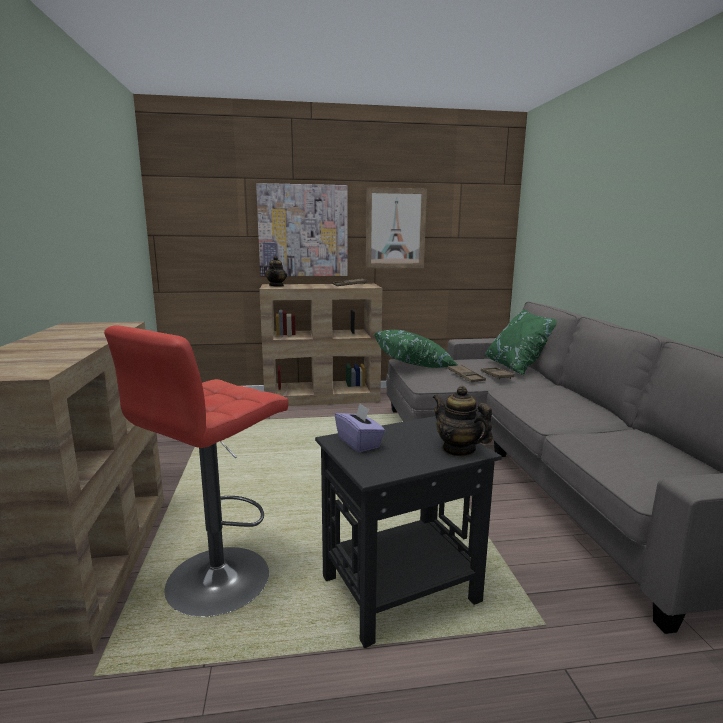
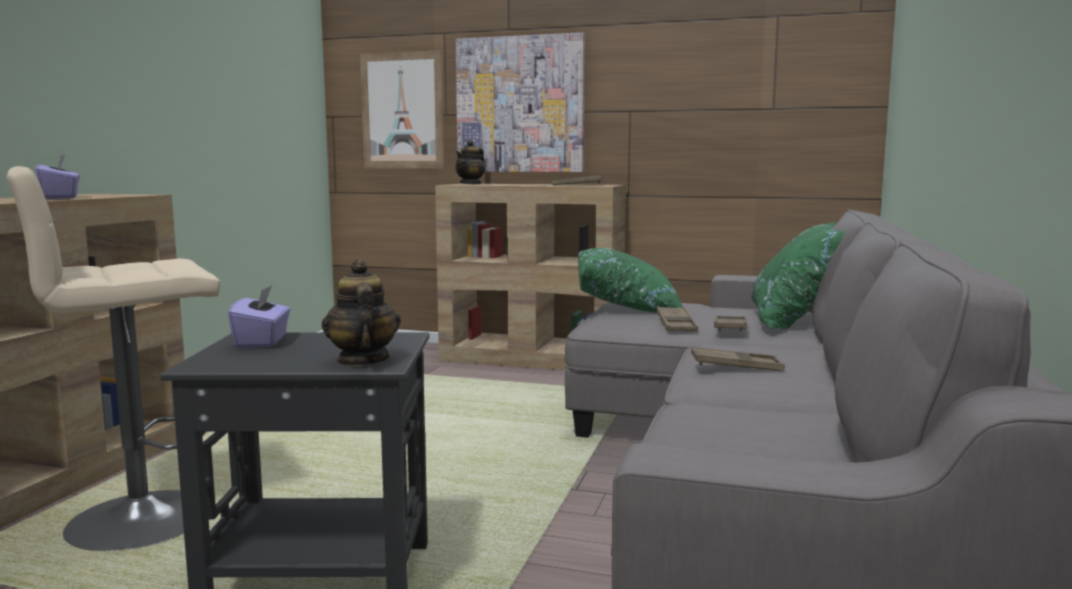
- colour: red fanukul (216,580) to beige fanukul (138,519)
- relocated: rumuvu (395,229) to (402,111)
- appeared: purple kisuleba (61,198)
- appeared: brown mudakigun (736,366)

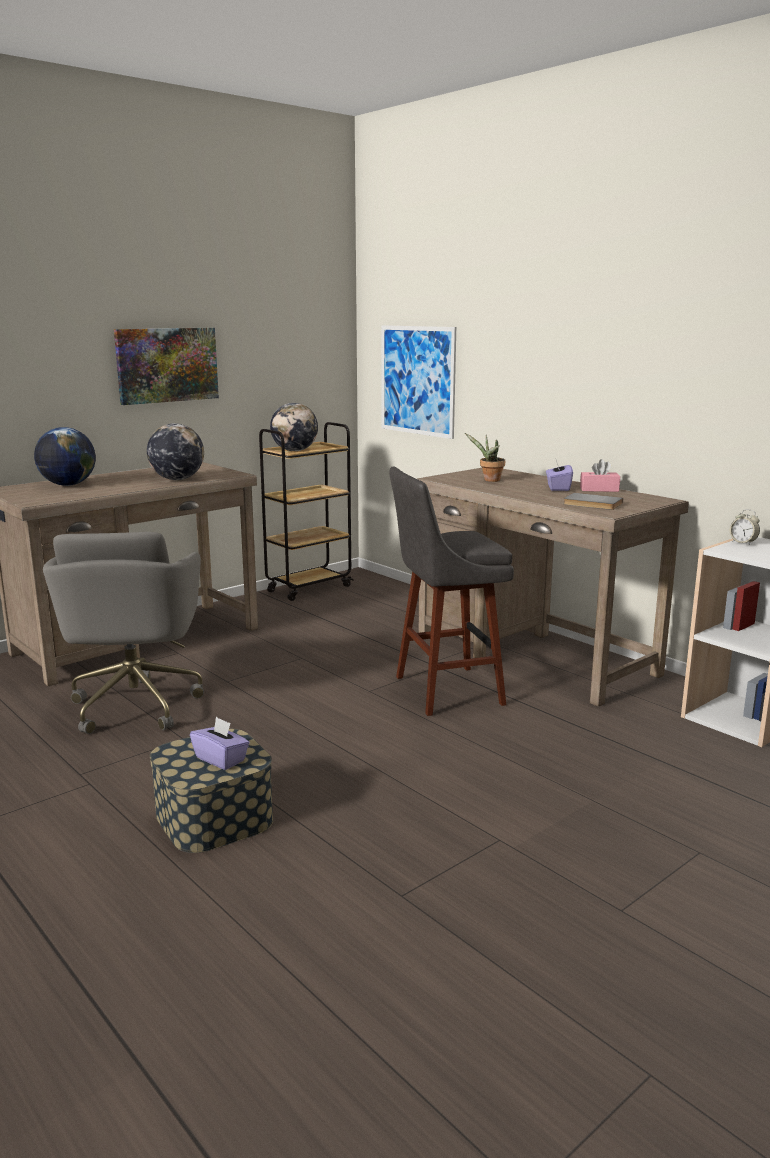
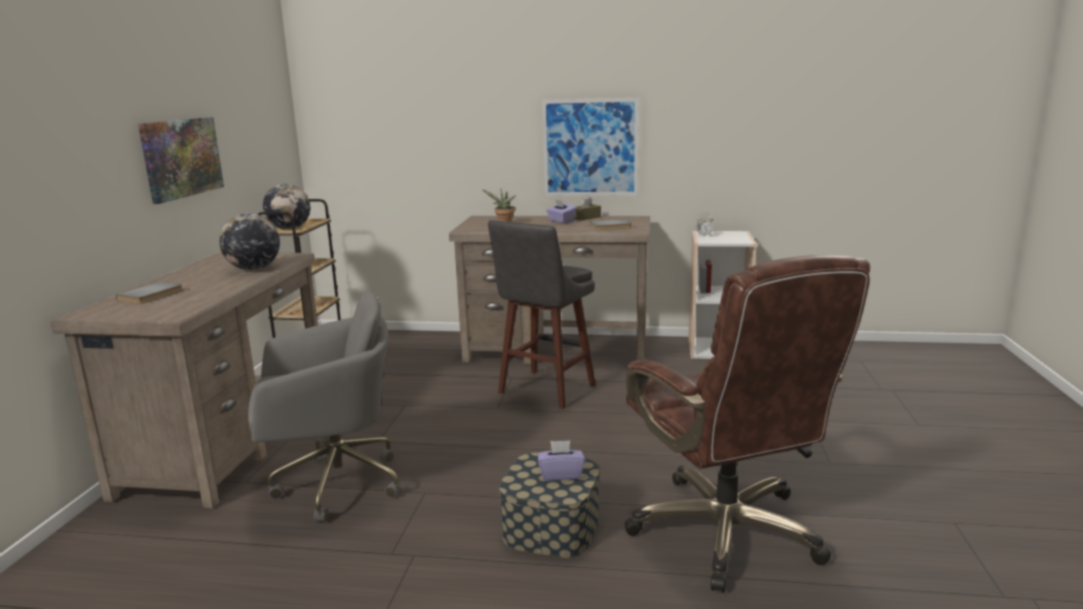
- exchanged: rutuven (68,485) to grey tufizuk (152,295)
- spun: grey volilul (136,704) = (333,487) 60 degrees counterclockwise
- relocated: rumuvu (417,380) to (590,148)
- colour: pink kisuleba (599,489) to brown kisuleba (586,218)
- appeared: brown volilul (725,530)

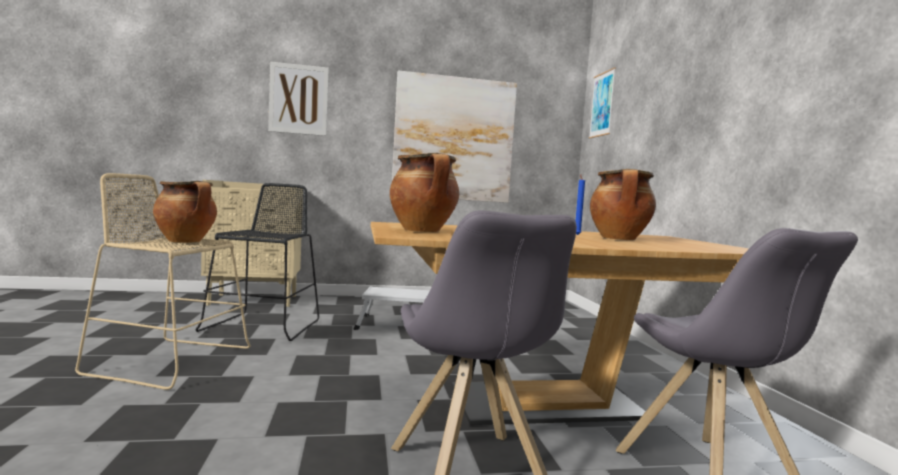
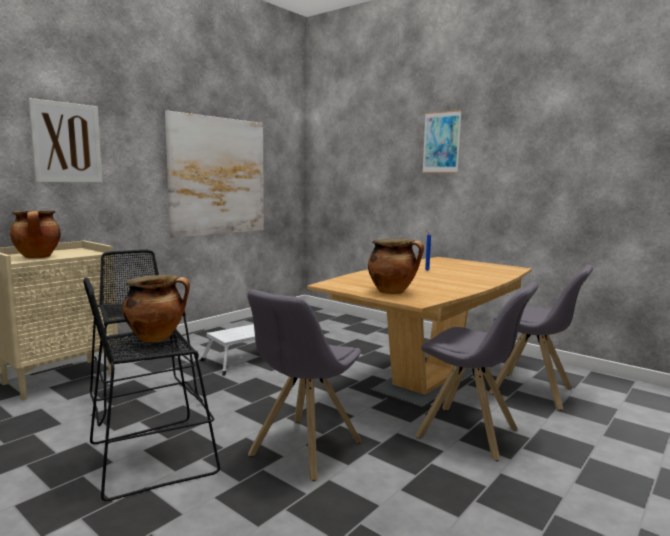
- colour: beige fanukul (172,361) to black fanukul (154,456)
- relocated: rumuvu (602,104) to (441,142)
- relocated: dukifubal (619,239) to (38,257)
- appeared: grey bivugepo (304,448)

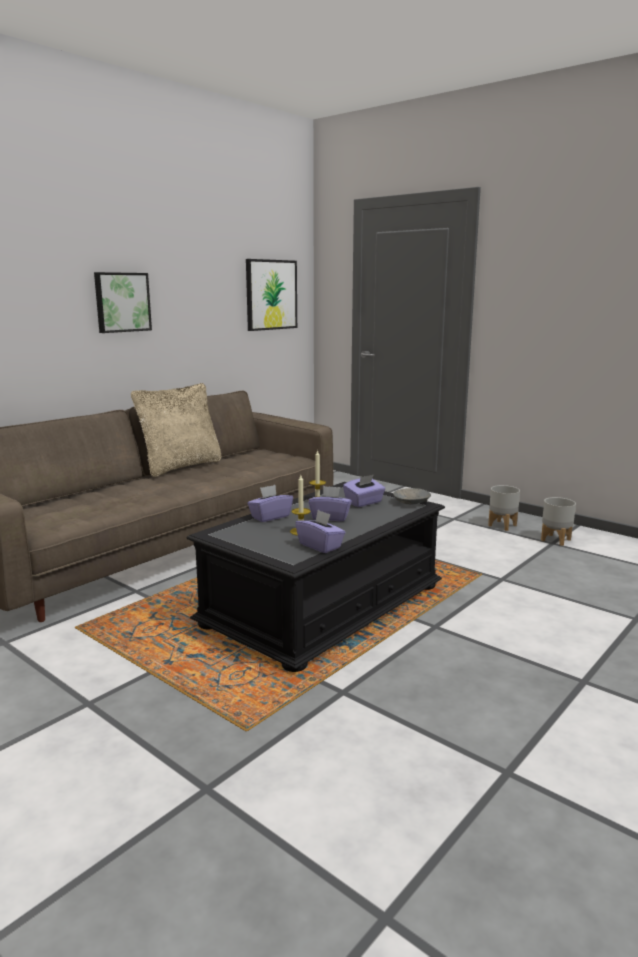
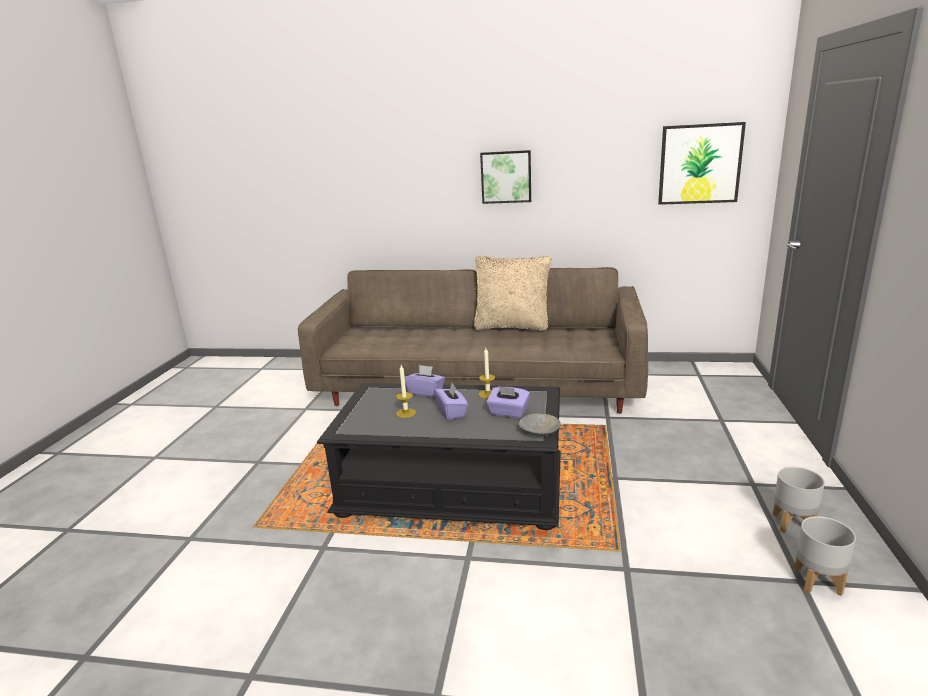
- missing: purple kisuleba (320,546)

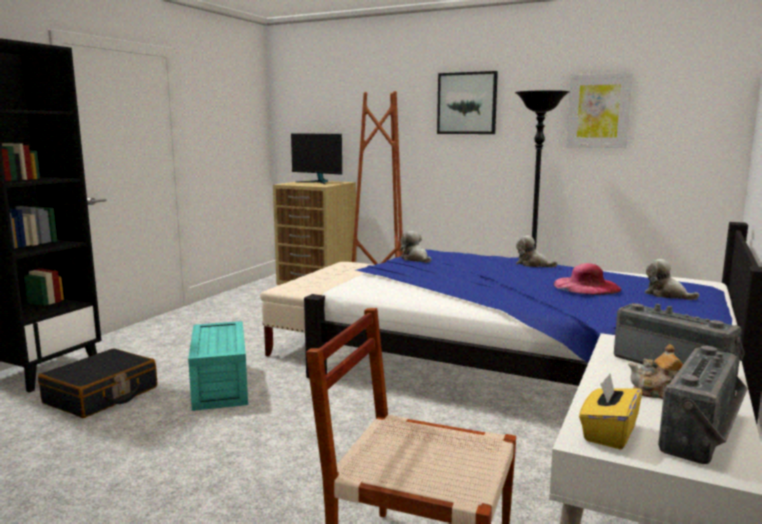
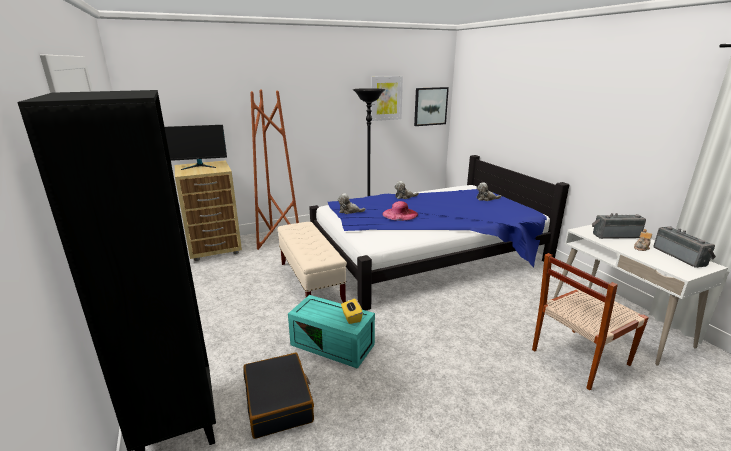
- relocated: rumuvu (467,103) to (430,106)
- relocated: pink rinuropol (586,286) to (400,214)
- relocated: yellow kisuleba (608,433) to (351,317)

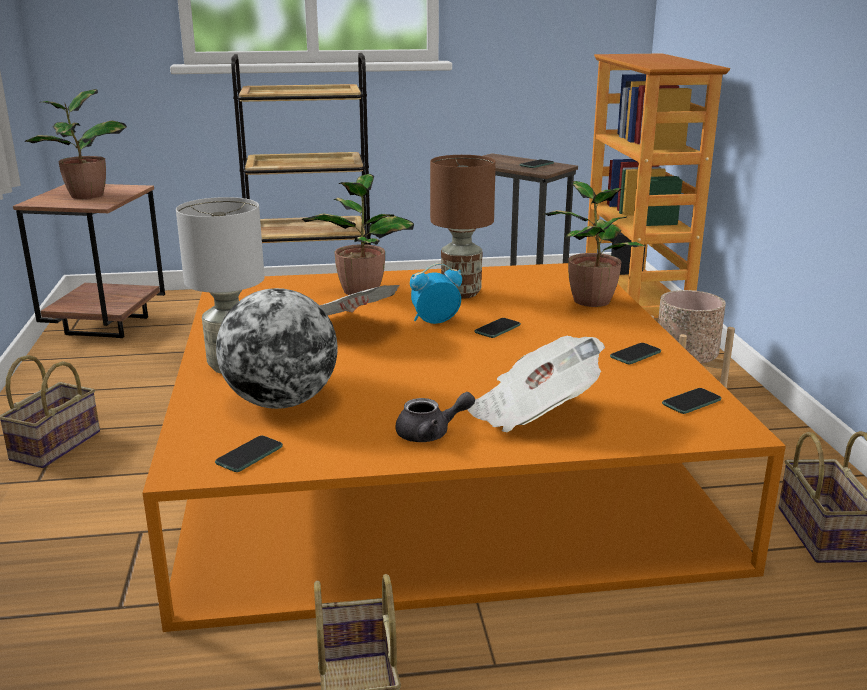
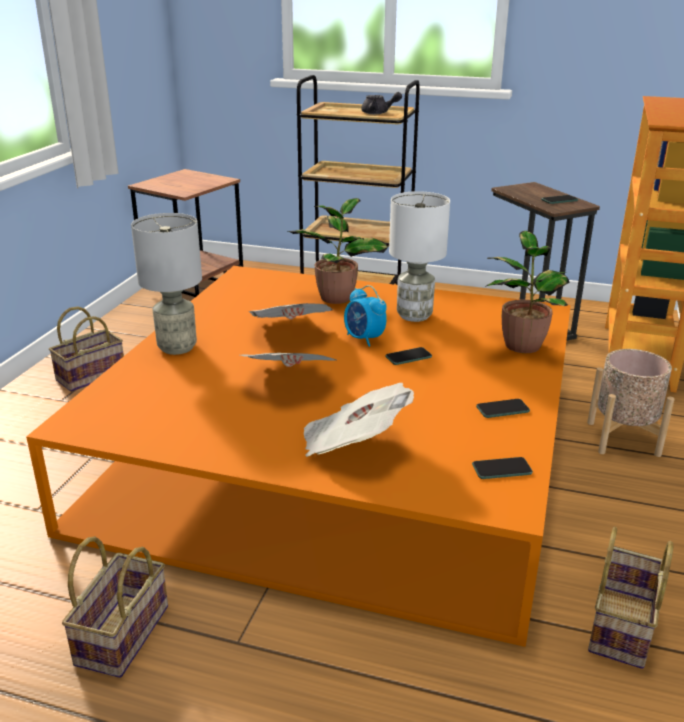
- missing: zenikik (85,196)
- missing: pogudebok (249,455)
- missing: rutuven (281,402)
- relocated: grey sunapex (431,434) to (378,113)
- spun: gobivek (434,321) = (364,339) 135 degrees counterclockwise
- colour: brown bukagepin (461,293) to white bukagepin (414,316)
- appeared: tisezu (290,380)

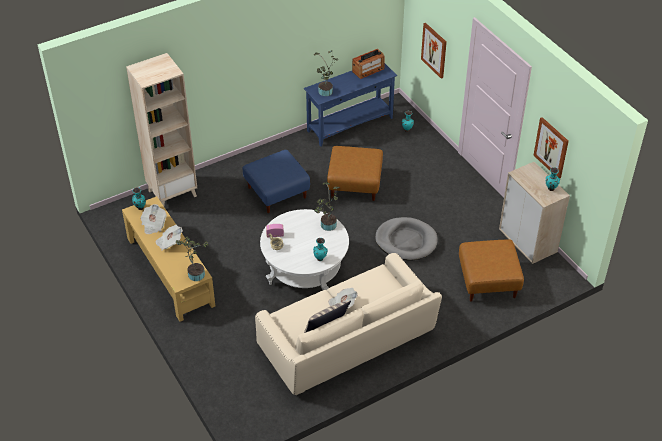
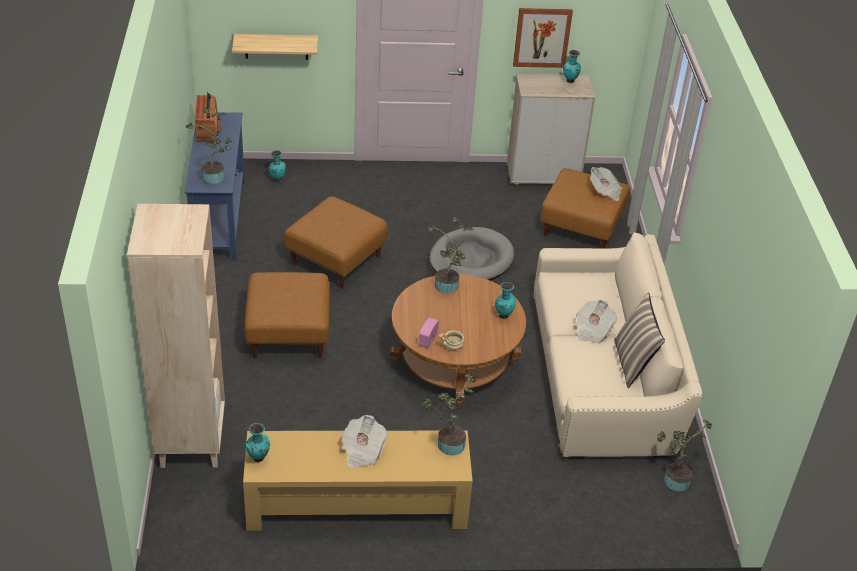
- relocated: tisezu (153,225) to (605,191)
- colour: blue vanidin (277,192) to brown vanidin (288,333)
- colour: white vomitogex (305,269) to brown vomitogex (454,363)
- exchanged: rumuvu (434,50) to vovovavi (276,46)
- appeared: zenikik (673,480)

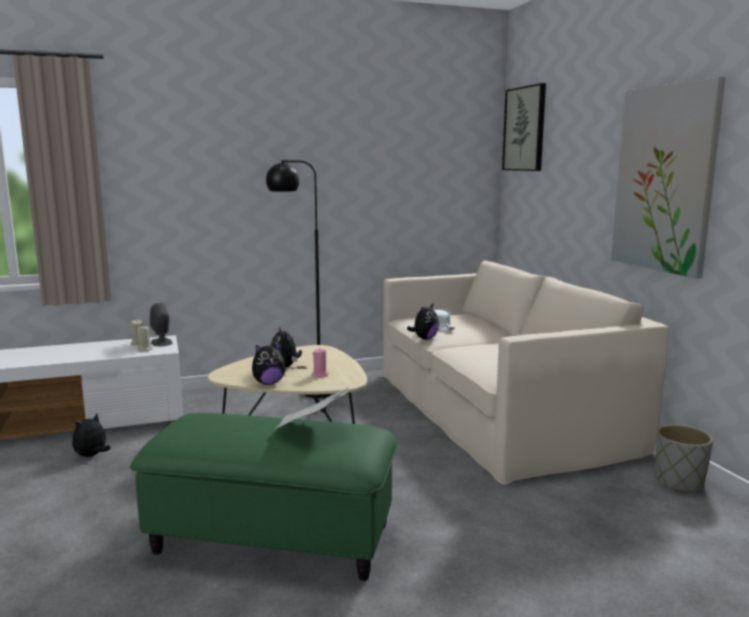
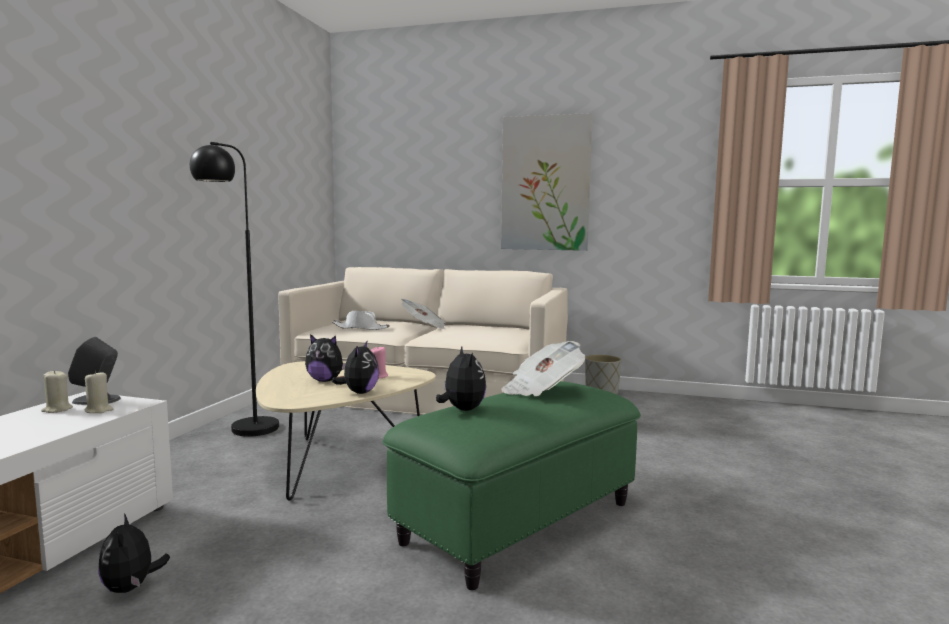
- relocated: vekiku (424,338) to (462,409)
- missing: rumuvu (525,129)
- appeared: tisezu (424,327)

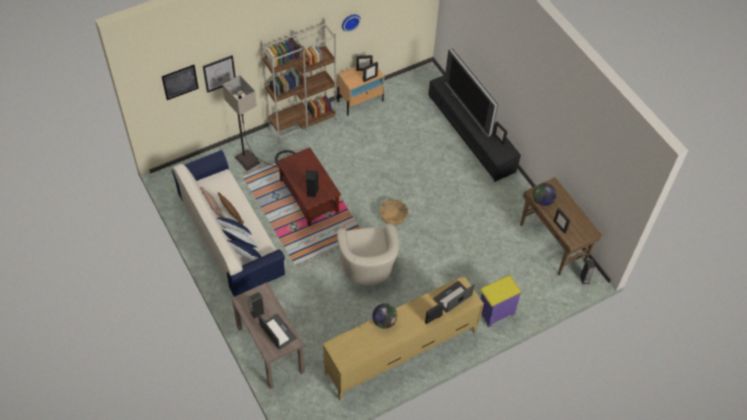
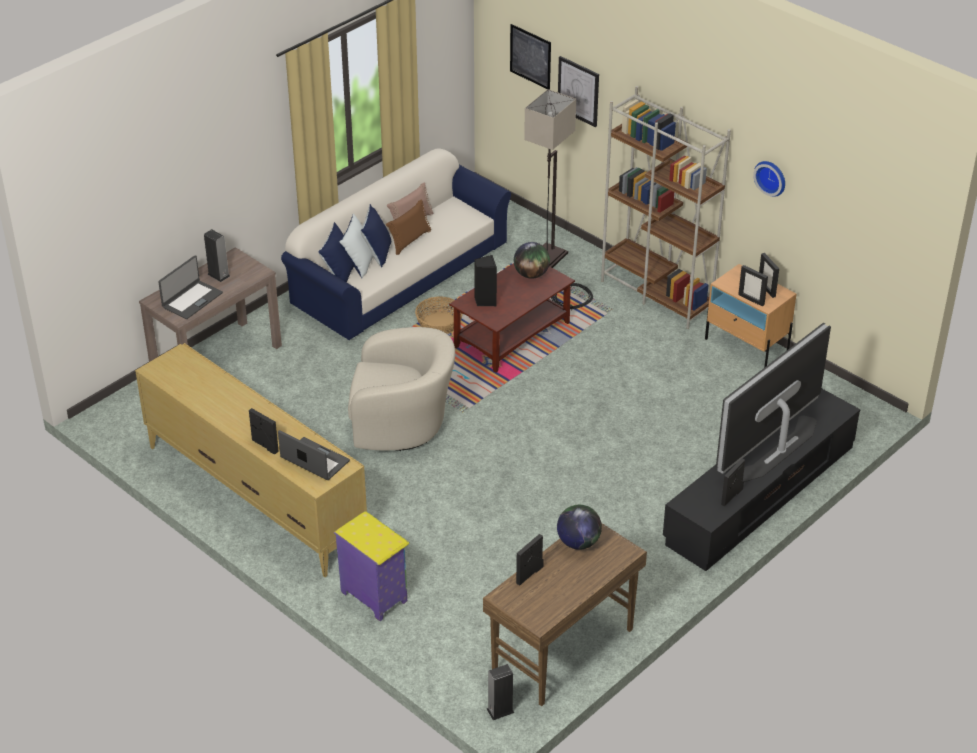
- spun: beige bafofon (367,268) = (402,426) 150 degrees counterclockwise
- relocated: rutuven (384,321) to (531,274)
- relocated: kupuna (393,216) to (439,324)

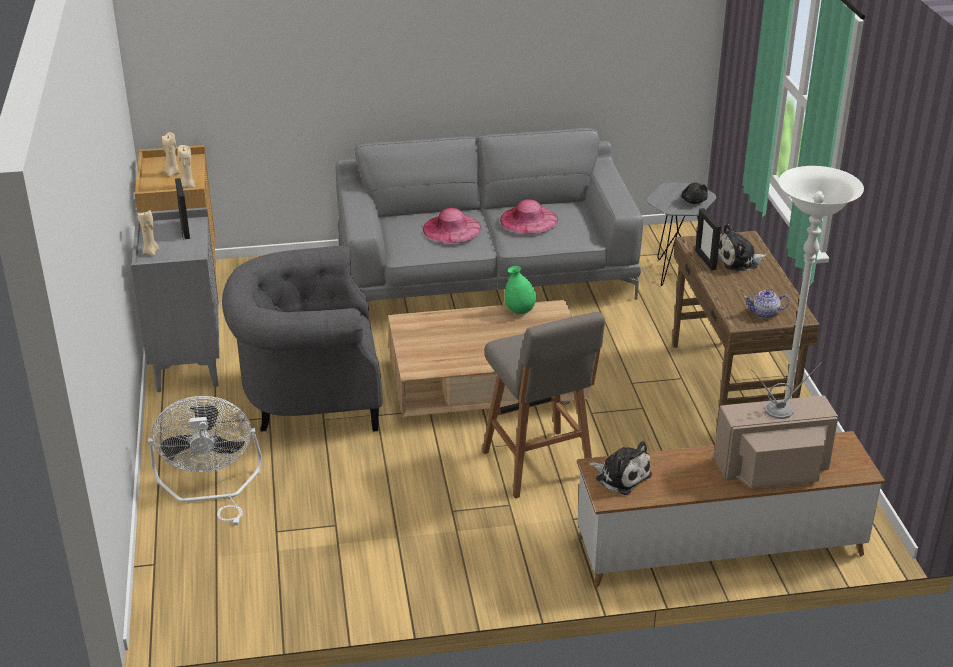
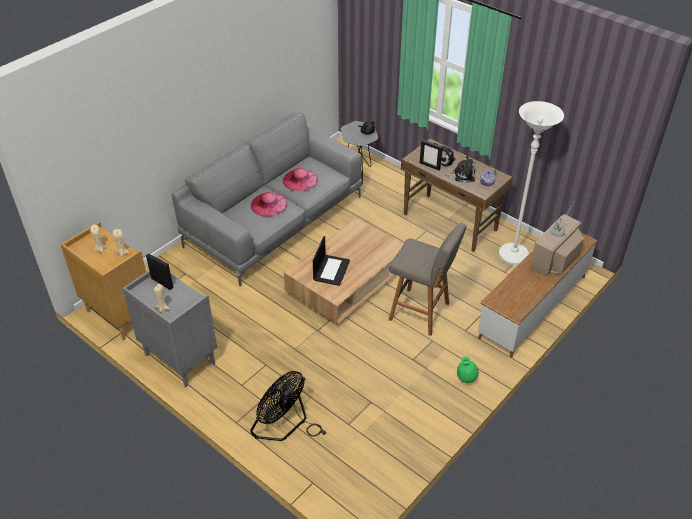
- colour: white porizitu (212,490) to black porizitu (289,423)
- missing: grey bafofon (310,400)
- relocated: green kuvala (520,311) to (466,379)
- relocated: vekiku (621,476) to (462,175)
- appeared: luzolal (331,270)

